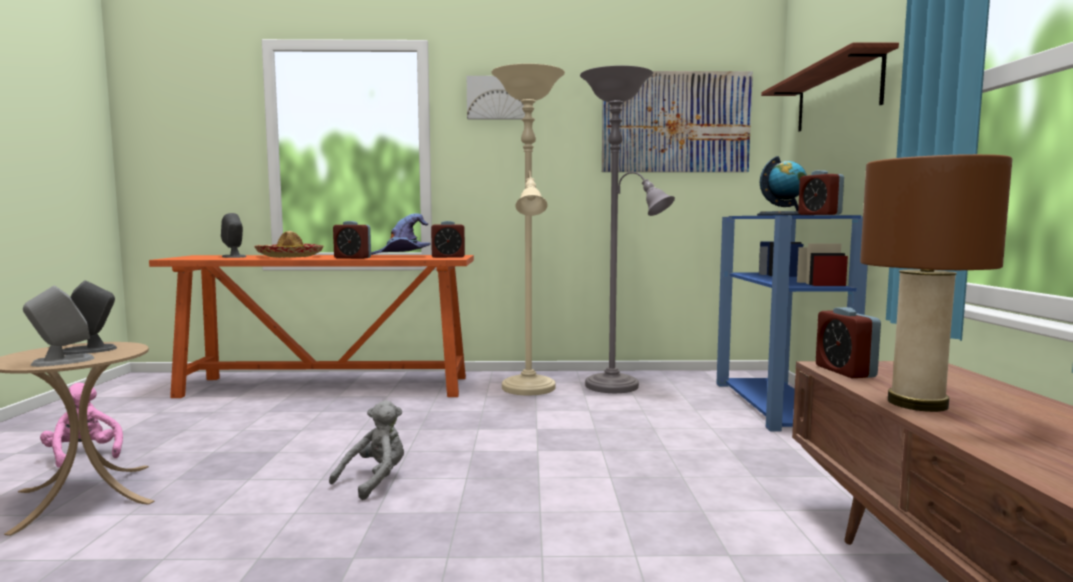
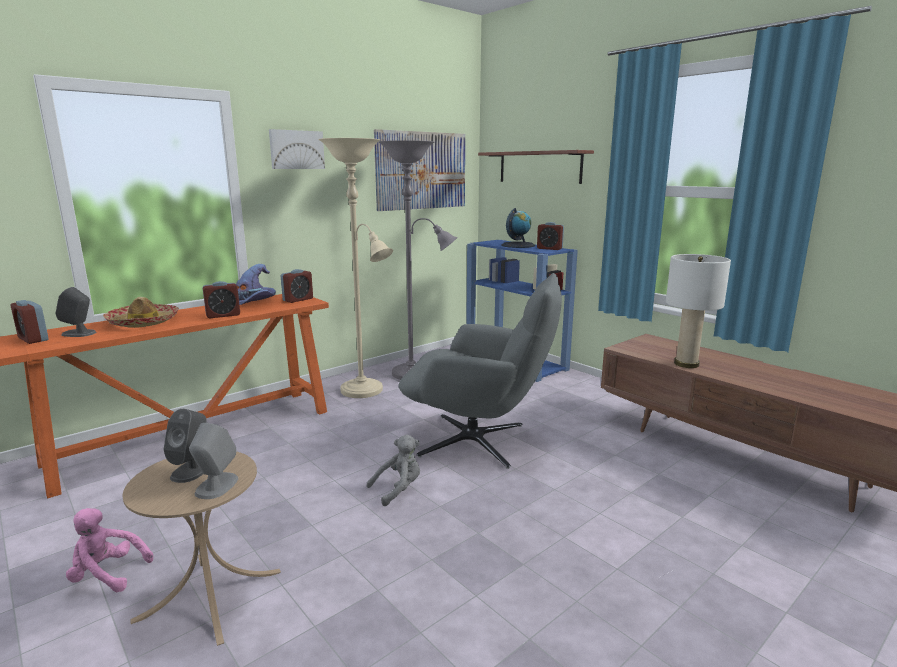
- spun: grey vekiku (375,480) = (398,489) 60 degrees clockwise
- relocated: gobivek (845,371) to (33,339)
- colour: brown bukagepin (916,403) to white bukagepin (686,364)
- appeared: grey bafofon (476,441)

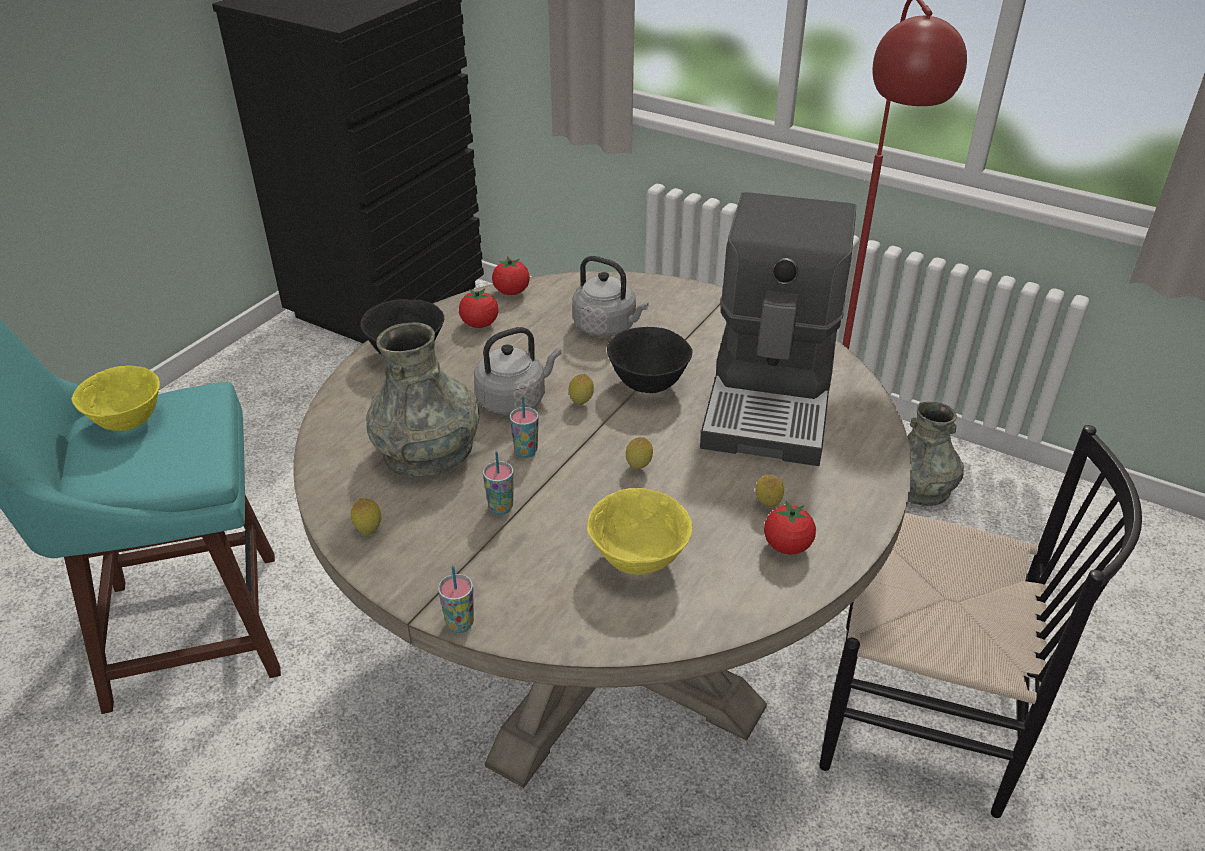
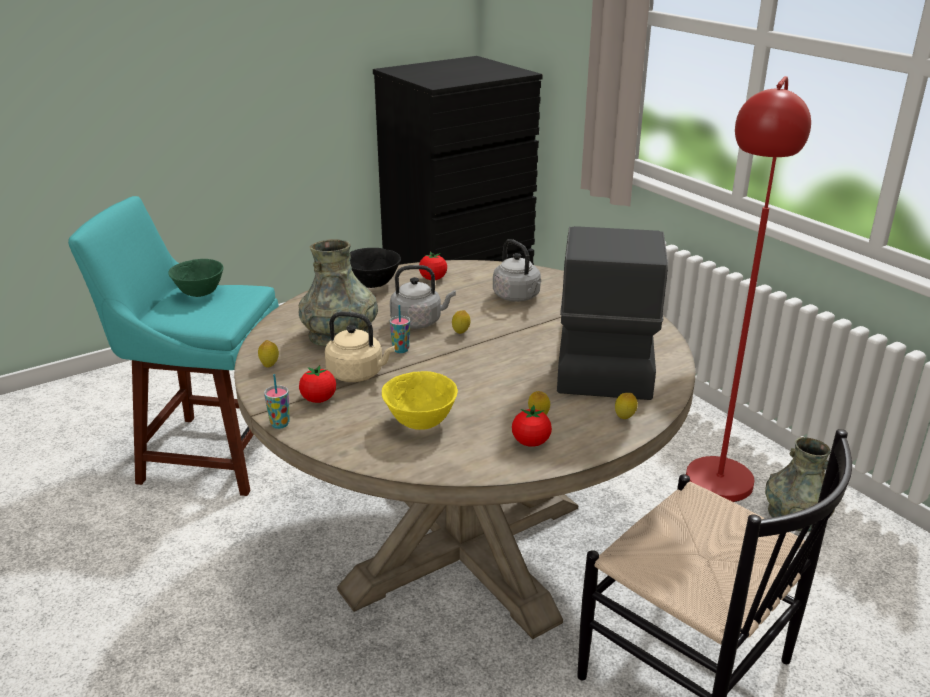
- colour: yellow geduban (127,422) to green geduban (199,294)
- exchanged: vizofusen (501,508) to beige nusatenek (358,374)
- relocated: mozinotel (511,292) to (318,399)
- missing: black geduban (648,384)
- relocated: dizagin (638,467) to (624,419)
- spun: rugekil (773,396) = (602,359) 150 degrees clockwise

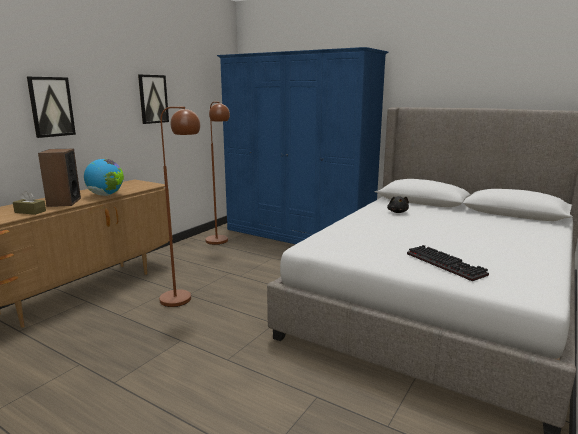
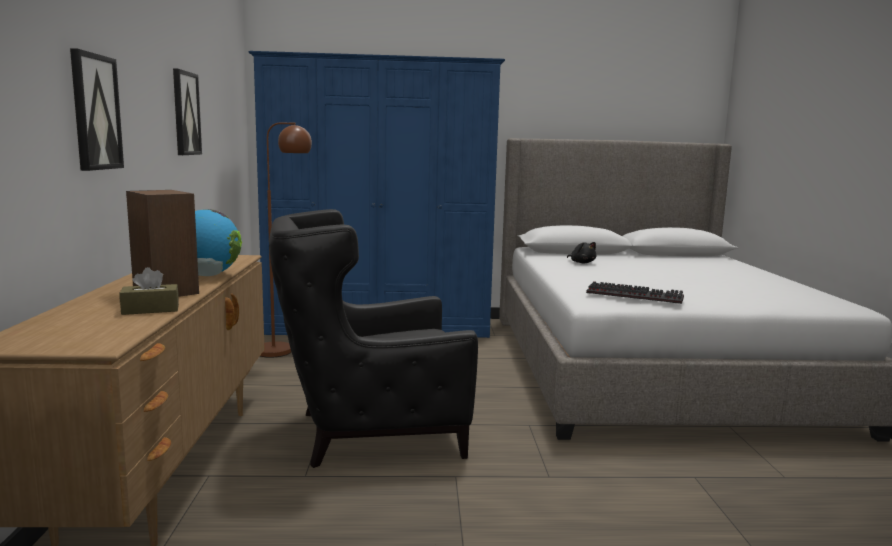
- exchanged: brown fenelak (184,301) to black bafofon (371,433)
- relocated: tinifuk (447,264) to (636,295)

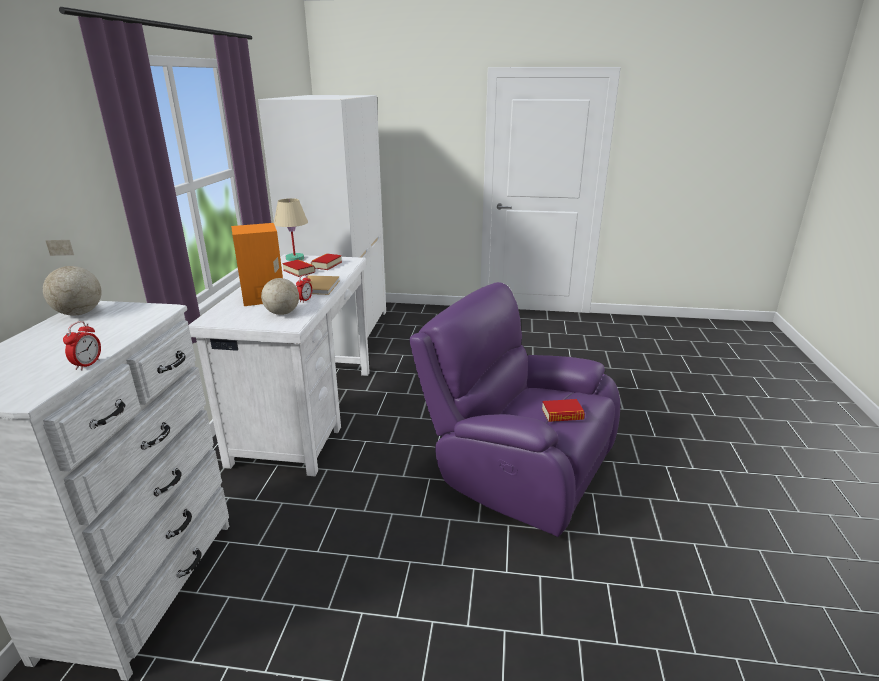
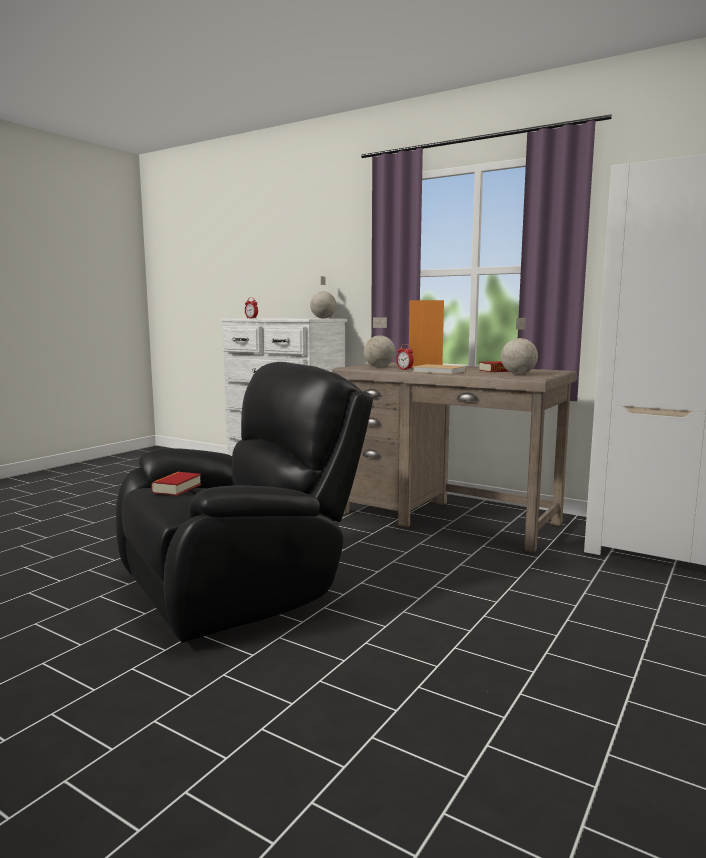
- colour: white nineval (305,413) to brown nineval (448,518)
- missing: beige bukagepin (295,258)
- exchanged: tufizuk (326,265) to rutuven (517,374)
- colour: purple bafofon (518,468) to black bafofon (239,587)

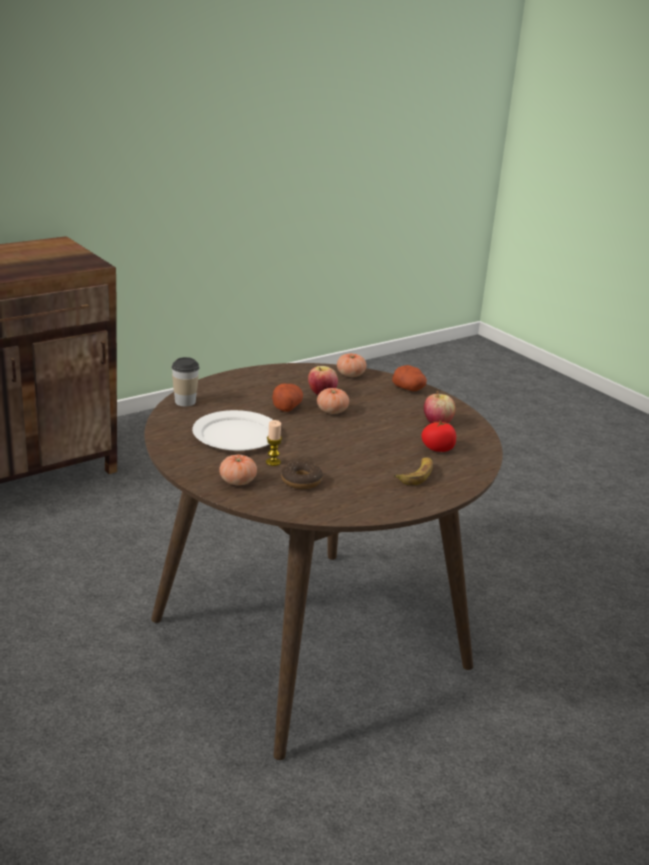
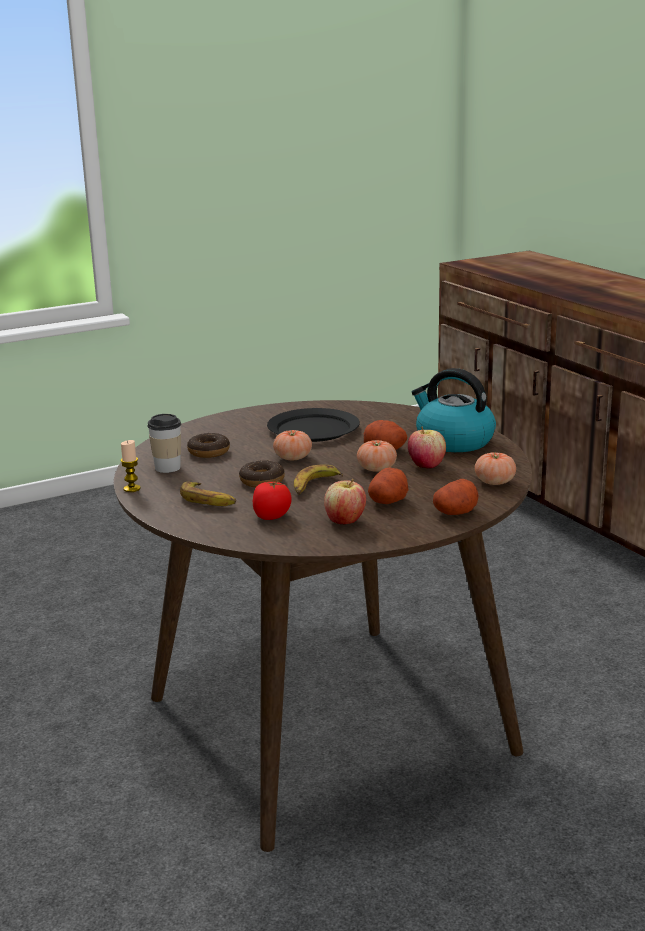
- relocated: vizofusen (185,402) to (167,468)
- colour: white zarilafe (236,435) to black zarilafe (314,429)
- relocated: mozinotel (237,481) to (293,458)
- relocated: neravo (273,462) to (132,489)
- appeared: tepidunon (262,481)
- appeared: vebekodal (314,486)
- appeared: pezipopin (388,501)
- appeared: nusatenek (453,441)

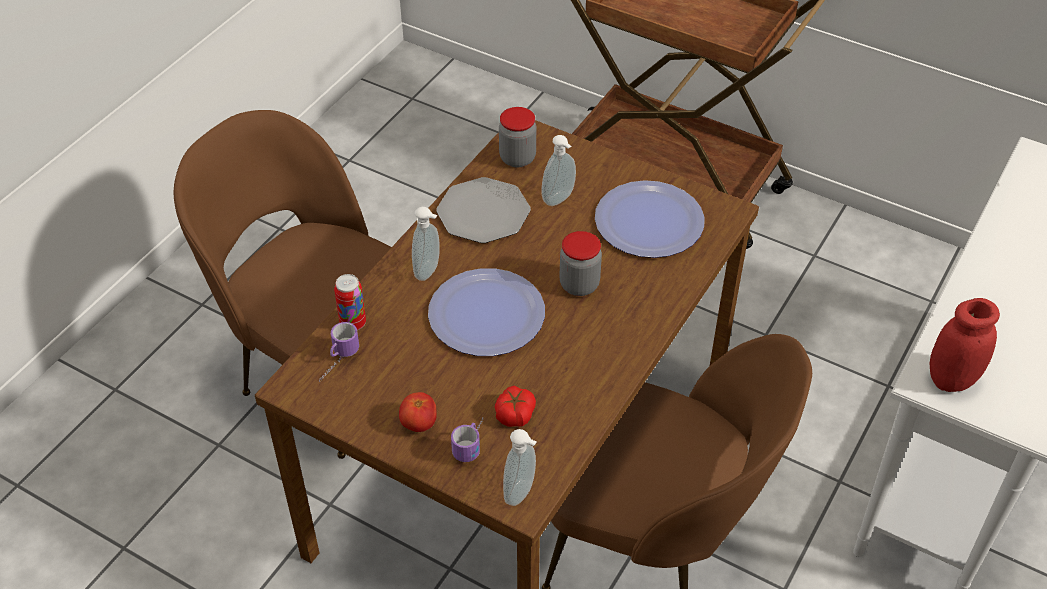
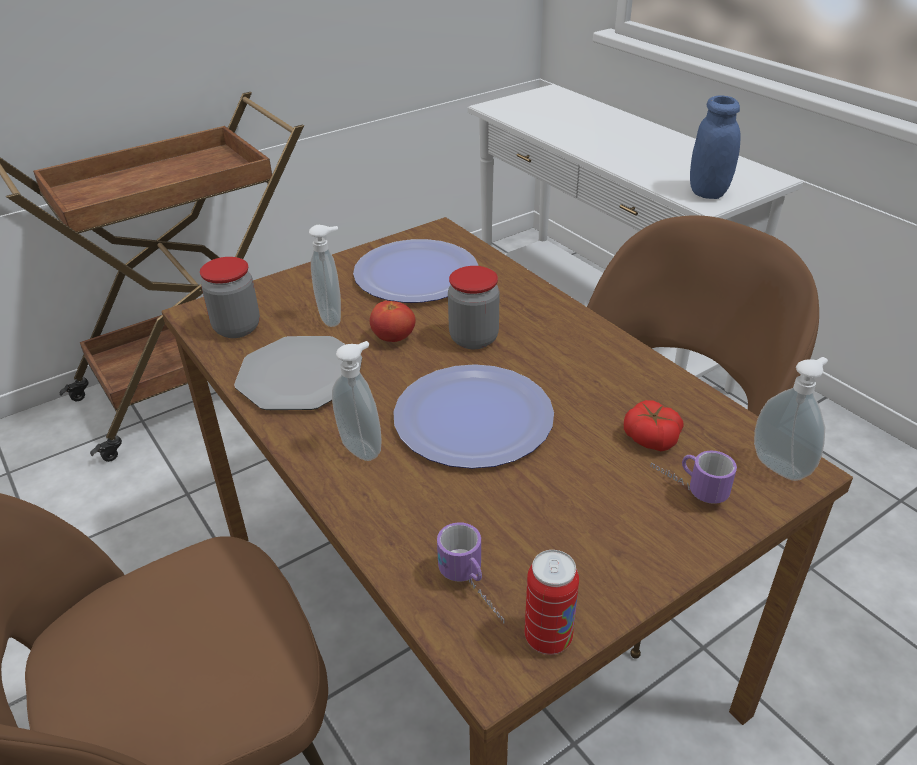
- relocated: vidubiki (353,323) to (548,638)
- relocated: mozinotel (419,424) to (393,338)
- colour: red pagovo (952,379) to blue pagovo (708,192)

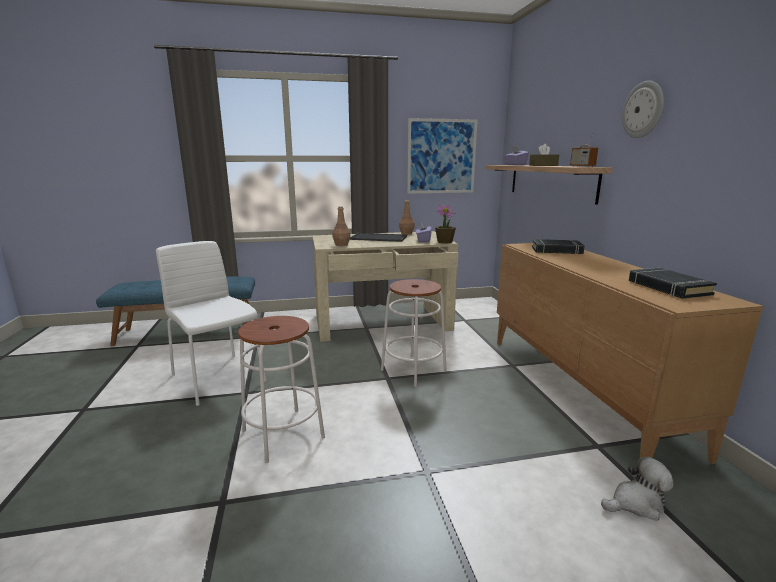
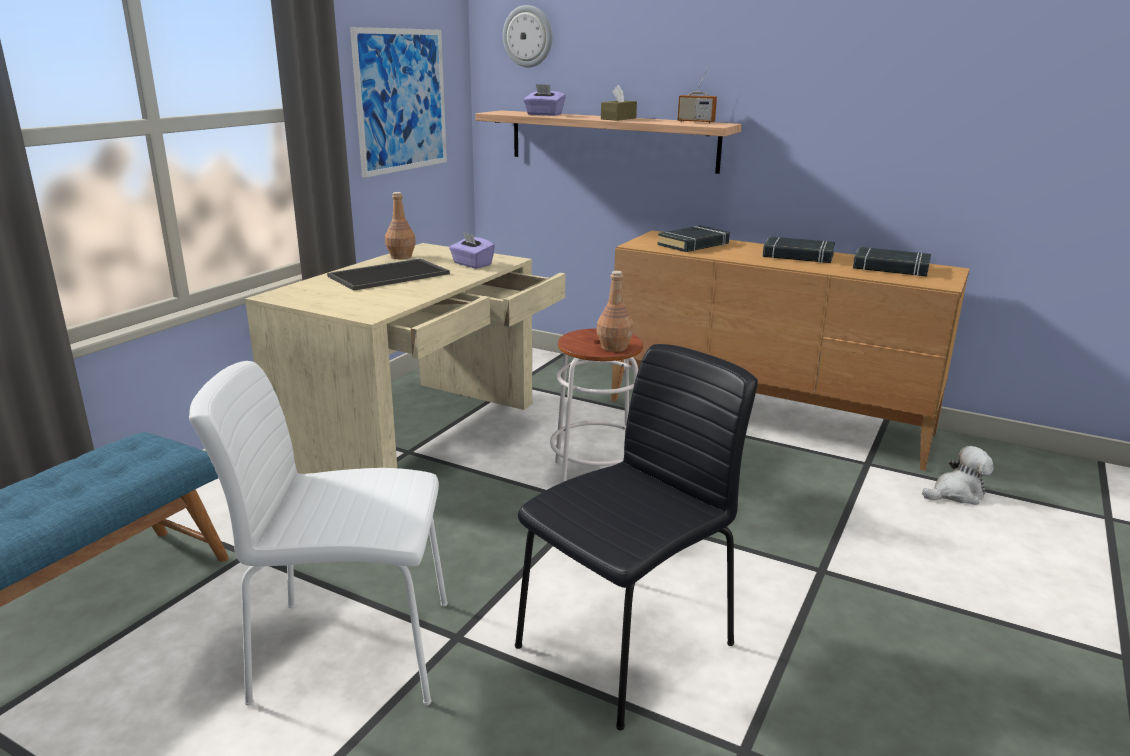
- exchanged: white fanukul (283,434) to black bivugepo (631,642)
- relocated: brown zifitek (341,245) to (614,347)
- missing: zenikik (444,242)
- spun: vekiku (636,503) = (956,494) 45 degrees clockwise
- relocated: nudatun (643,110) to (528,36)
- appeared: black tufizuk (798,256)

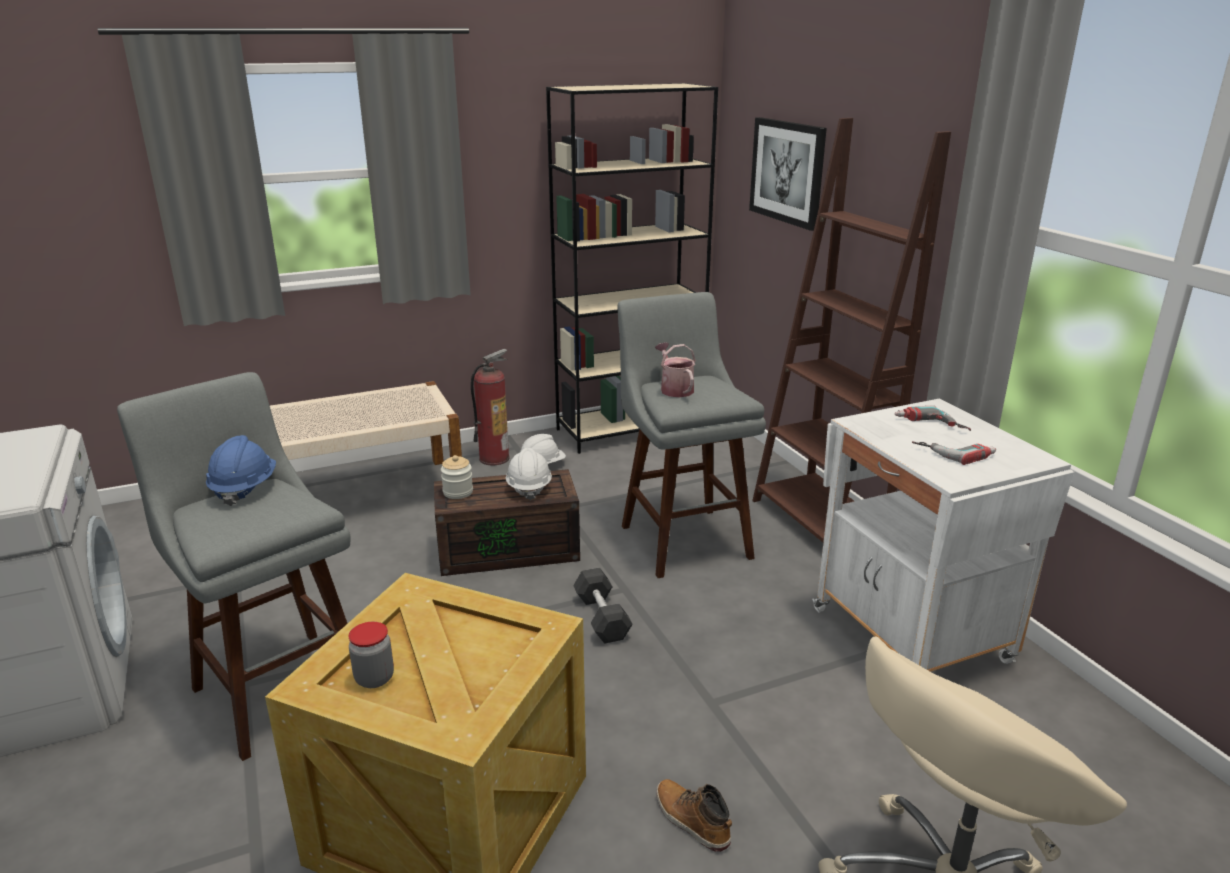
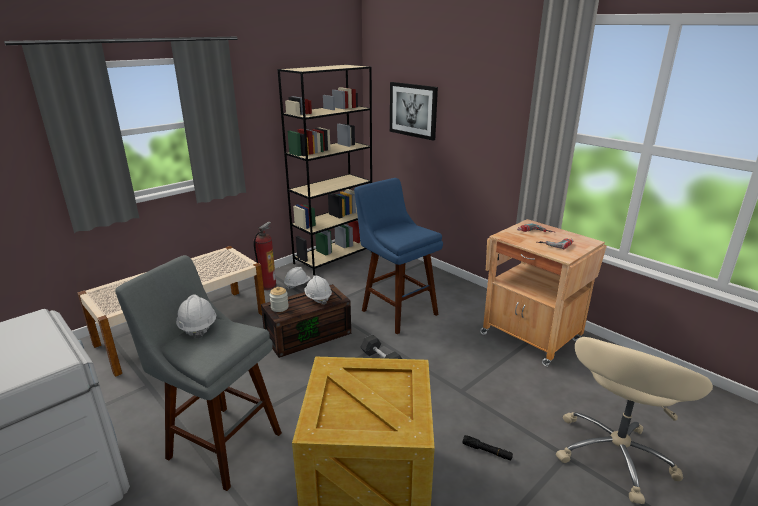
- colour: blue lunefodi (244,488) to white lunefodi (197,327)
- missing: pagovo (374,678)
- colour: grey fanukul (682,537) to blue fanukul (396,310)
- missing: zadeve (675,389)
- exchanged: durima (691,821) to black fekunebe (487,451)
- missing: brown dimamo (818,521)
- colour: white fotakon (912,639) to brown fotakon (531,338)

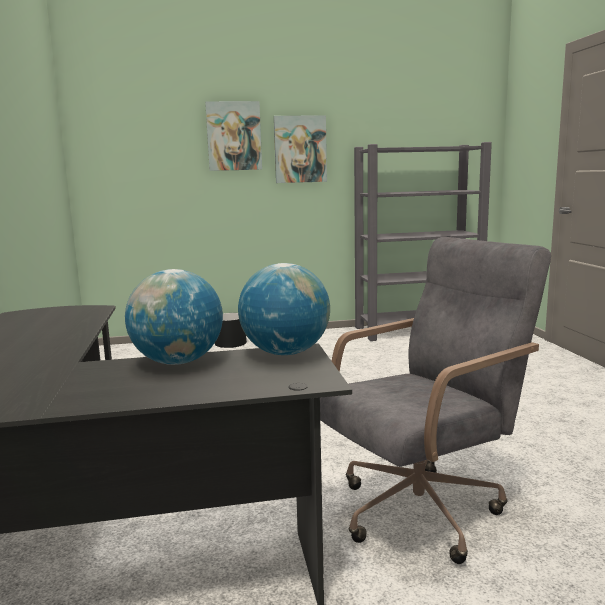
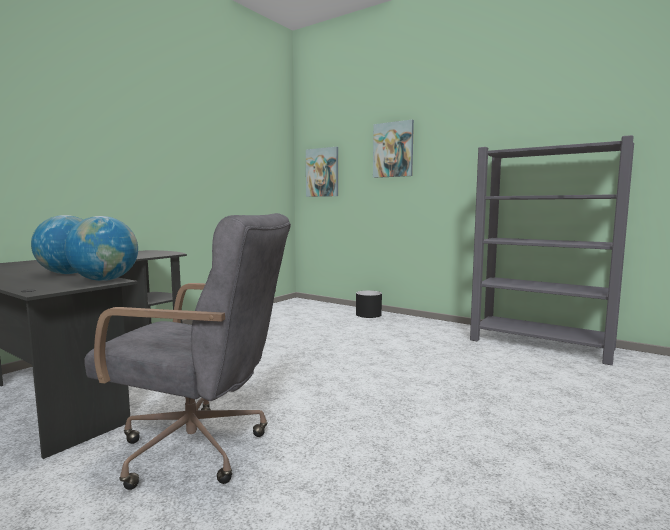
- relocated: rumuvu (300,149) to (322,172)

